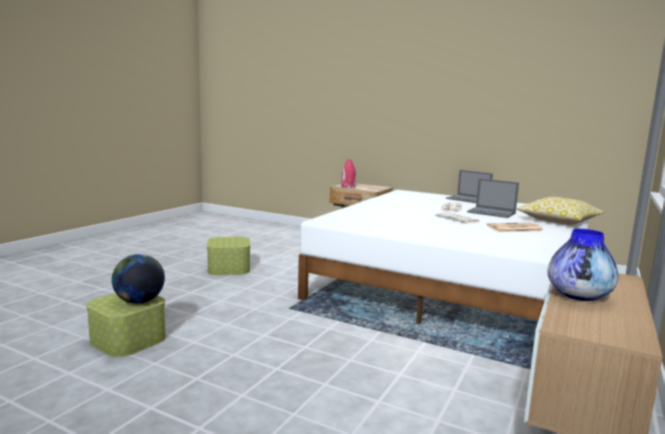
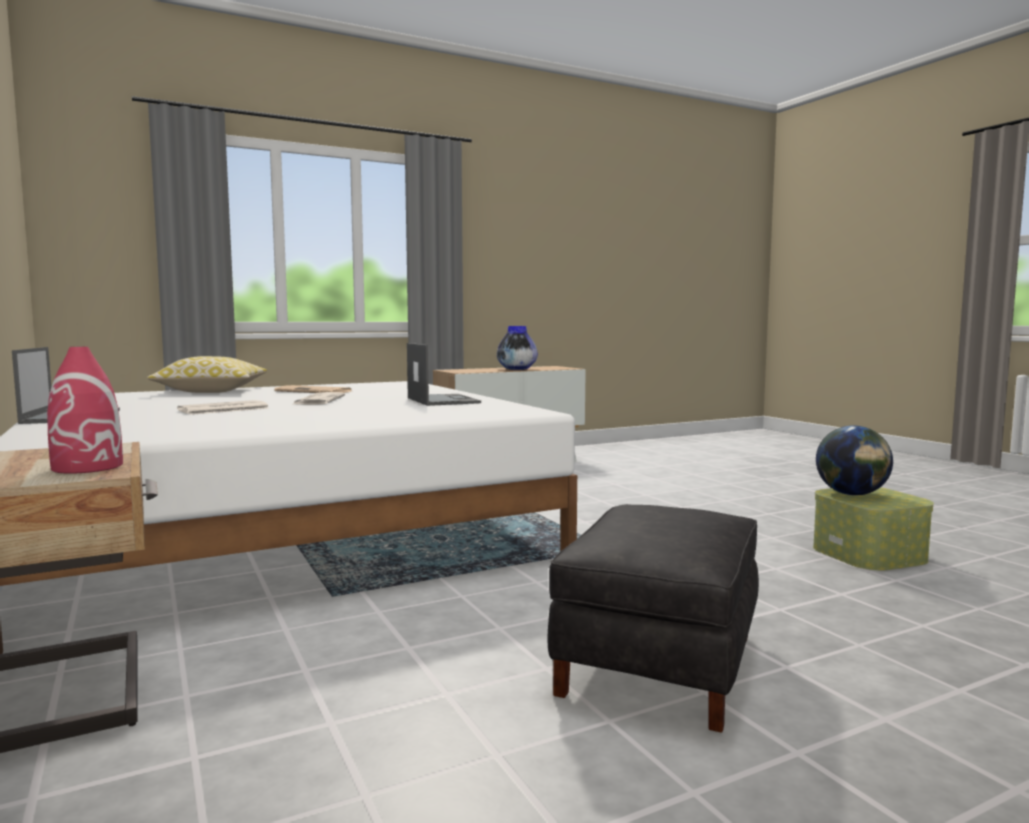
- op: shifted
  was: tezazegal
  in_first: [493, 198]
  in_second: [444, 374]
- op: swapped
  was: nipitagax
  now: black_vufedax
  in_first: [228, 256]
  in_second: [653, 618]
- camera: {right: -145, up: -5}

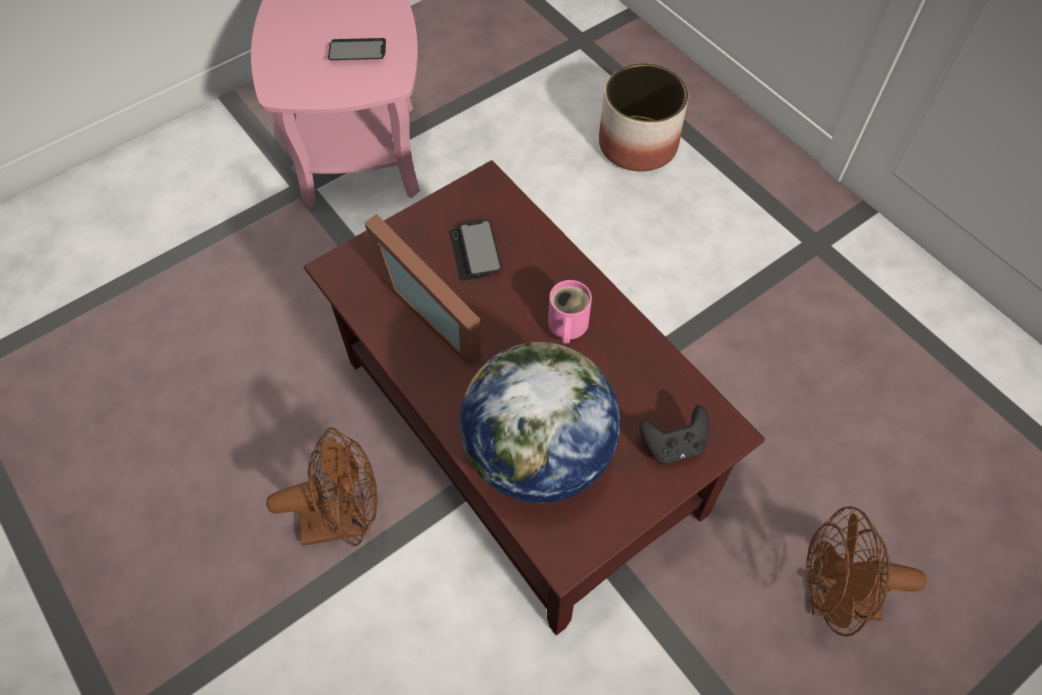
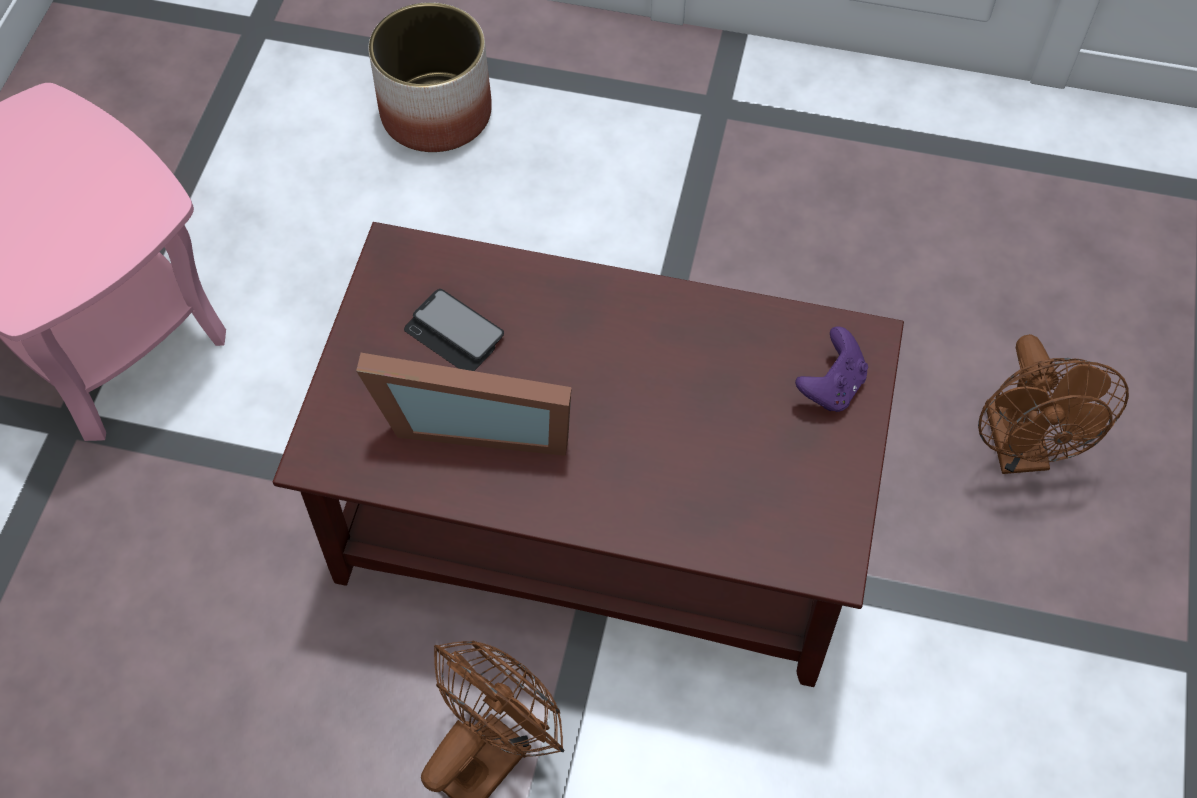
- op: gone
  was: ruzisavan
  in_first: [357, 49]
- op: gone
  was: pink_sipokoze
  in_first: [570, 312]
- op: gone
  was: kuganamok
  in_first: [540, 422]
- op: repainted
  was: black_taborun
  now: purple_taborun
  in_first: [674, 435]
  in_second: [831, 369]
- op: rotated
  was: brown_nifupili
  in_first: [866, 571]
  in_second: [1053, 404]
  clockwise: -60
- camera: {right: -40, up: 0}

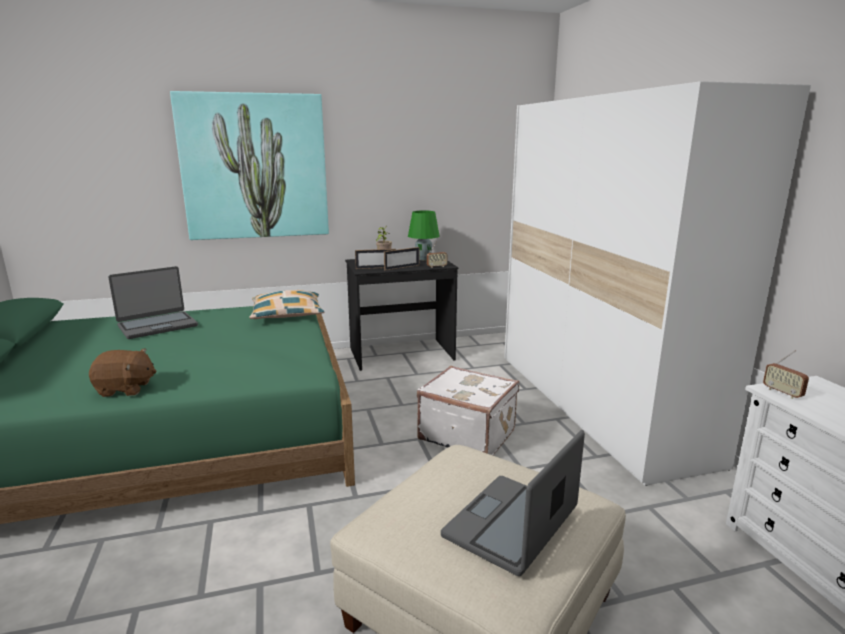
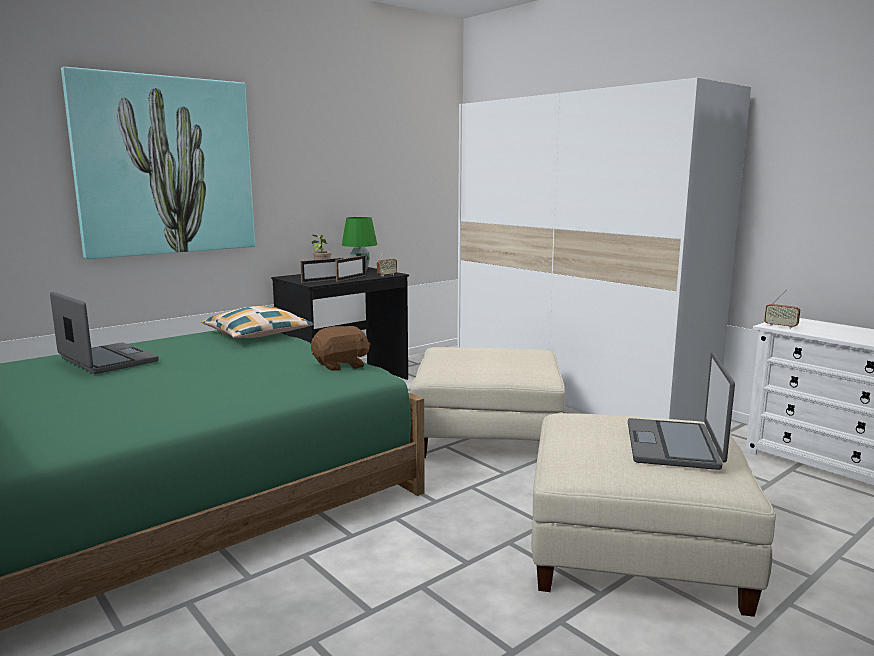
- op: rotated
  was: tezazegal
  in_first: [153, 302]
  in_second: [104, 333]
  clockwise: -75
- op: shifted
  was: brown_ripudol
  in_first: [122, 372]
  in_second: [341, 348]
- op: swapped
  was: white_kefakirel
  now: beige_vufedax
  in_first: [468, 410]
  in_second: [487, 402]
- camera: {right: -25, up: -5}

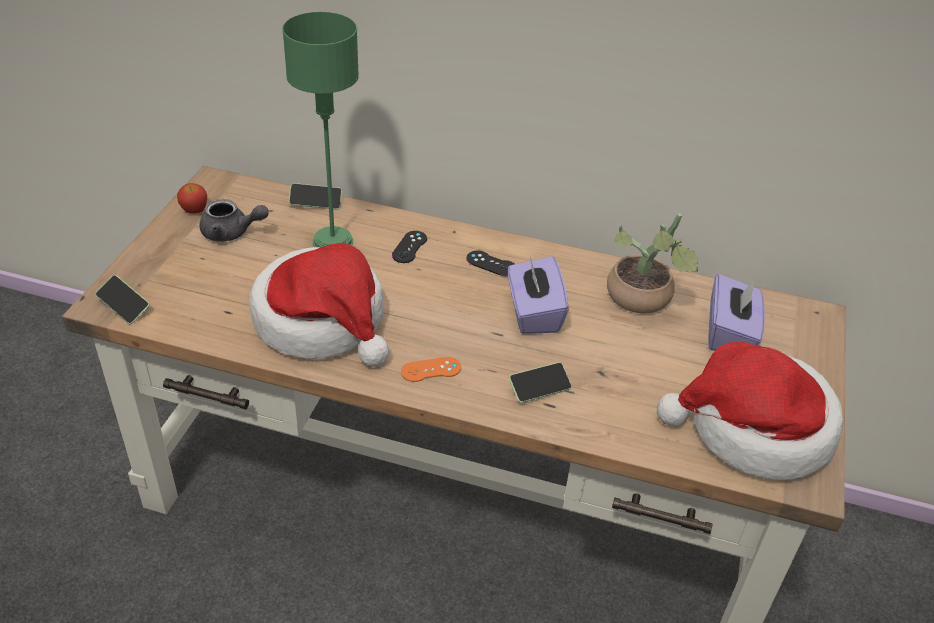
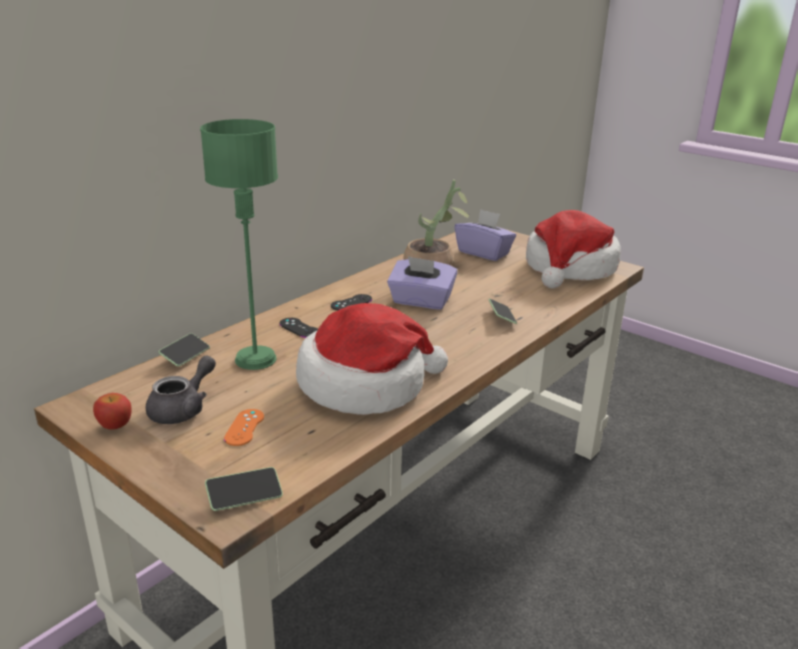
- op: shifted
  was: orange_taborun
  in_first: [431, 369]
  in_second: [244, 427]
- camera: {right: -65, up: -15}

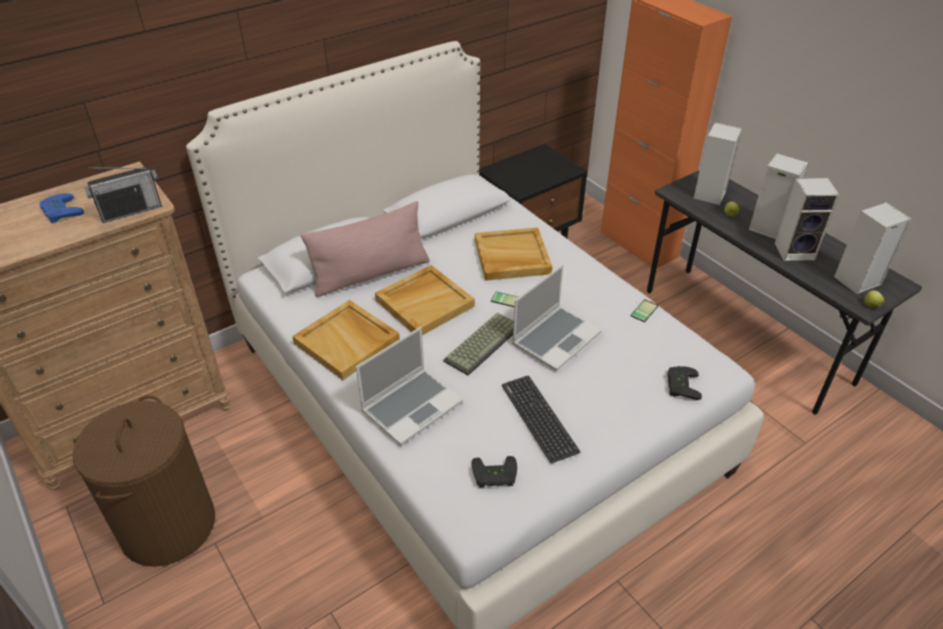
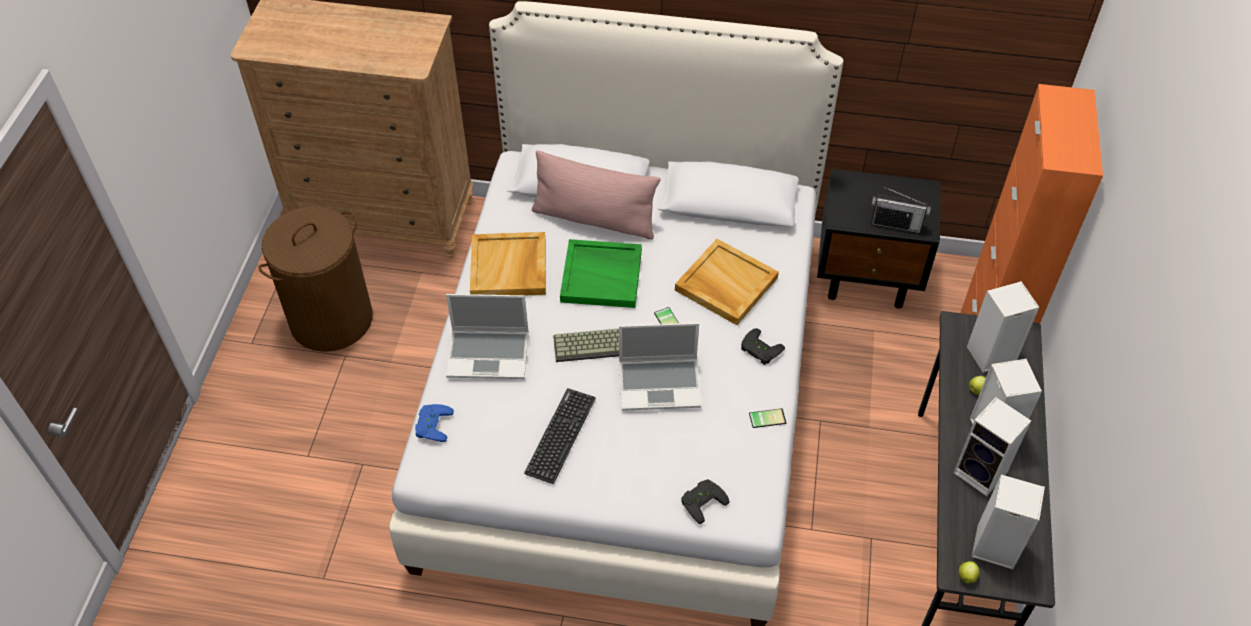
- op: shifted
  was: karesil
  in_first: [123, 194]
  in_second: [901, 210]
- op: shifted
  was: blue_taborun
  in_first: [62, 208]
  in_second: [434, 423]
- op: repainted
  was: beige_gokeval
  now: green_gokeval
  in_first: [425, 300]
  in_second: [601, 273]
- op: shifted
  was: black_taborun
  in_first: [494, 472]
  in_second: [763, 346]
- camera: {right: 45, up: 10}

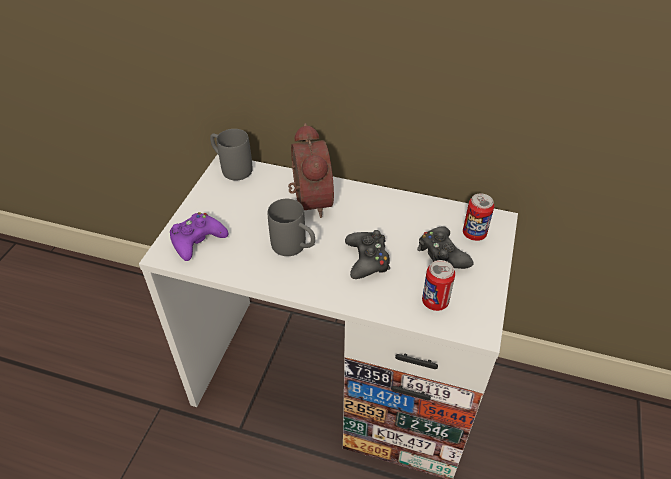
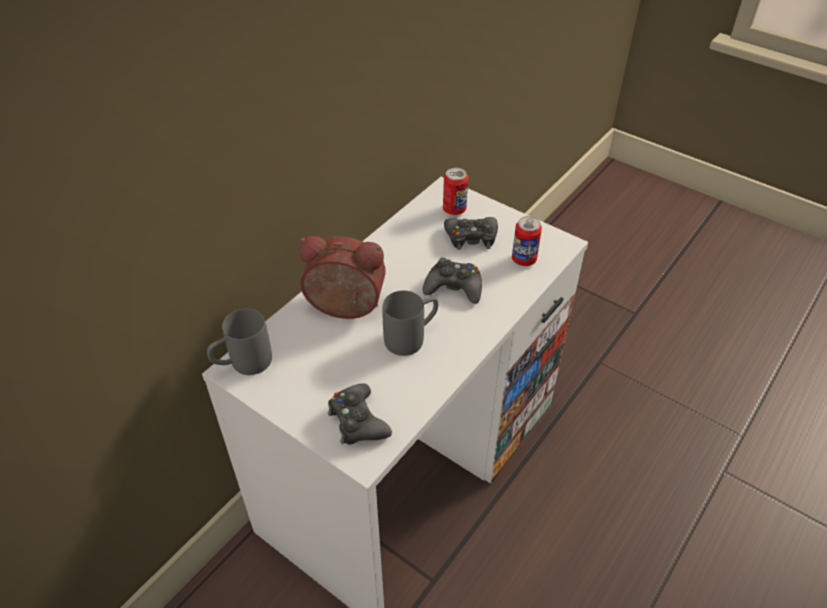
- op: repainted
  was: purple_taborun
  now: black_taborun
  in_first: [199, 236]
  in_second: [360, 414]
- camera: {right: -70, up: 0}

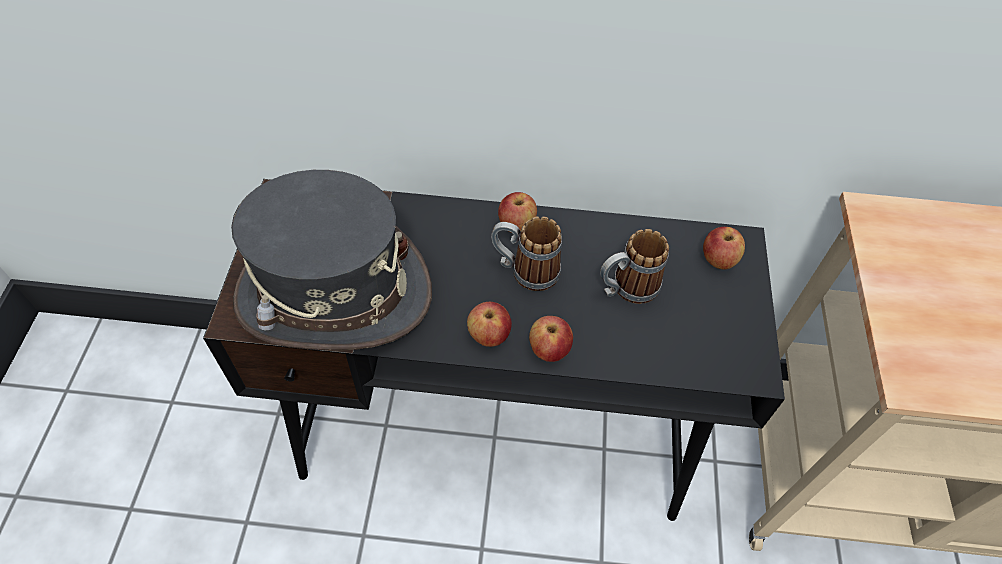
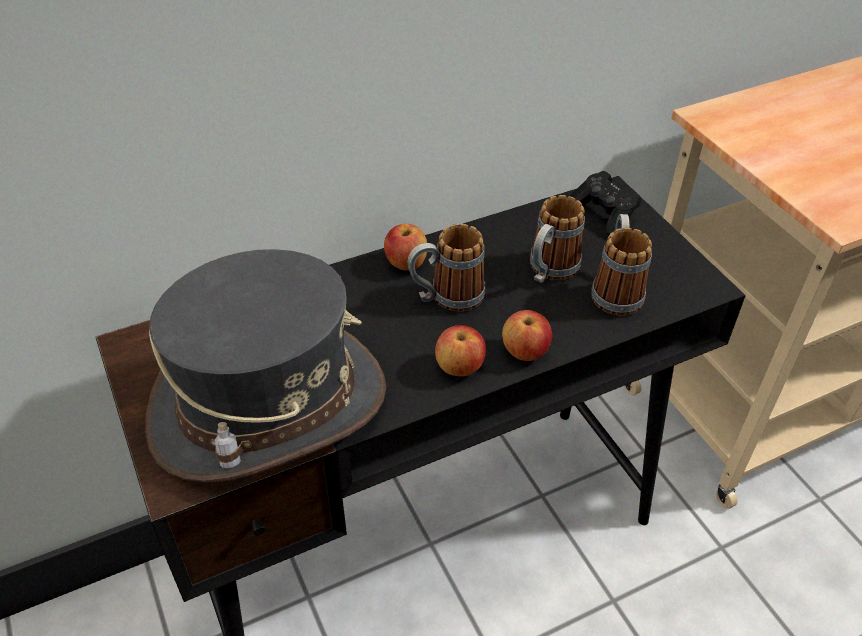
- op: swapped
  was: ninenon
  now: black_taborun
  in_first: [724, 248]
  in_second: [605, 203]
- op: new
  now: sipokoze
  in_second: [621, 264]
- camera: {right: -30, up: -10}

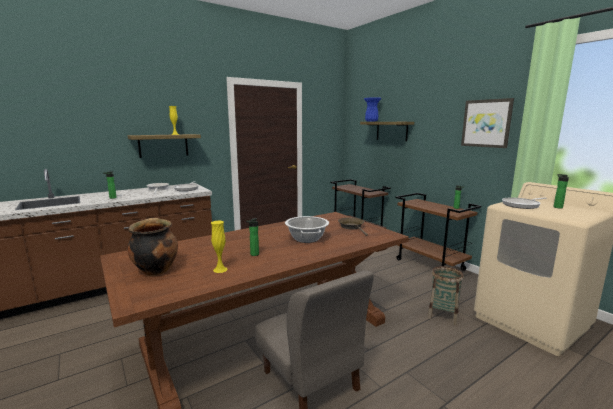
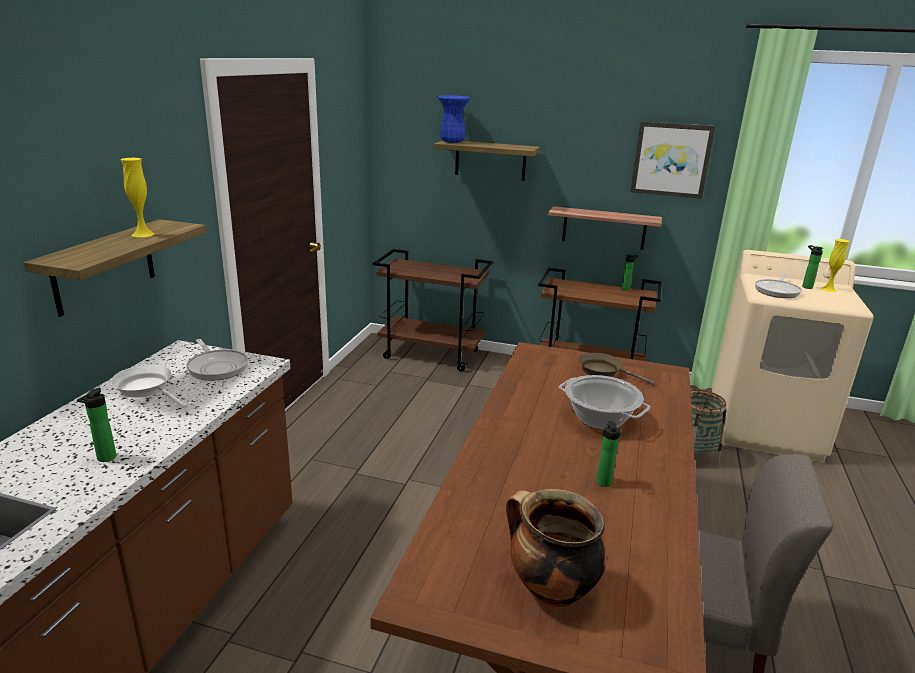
- op: shifted
  was: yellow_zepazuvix
  in_first: [219, 247]
  in_second: [835, 265]
- op: new
  now: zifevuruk
  in_second: [605, 228]
- camera: {right: -40, up: 10}

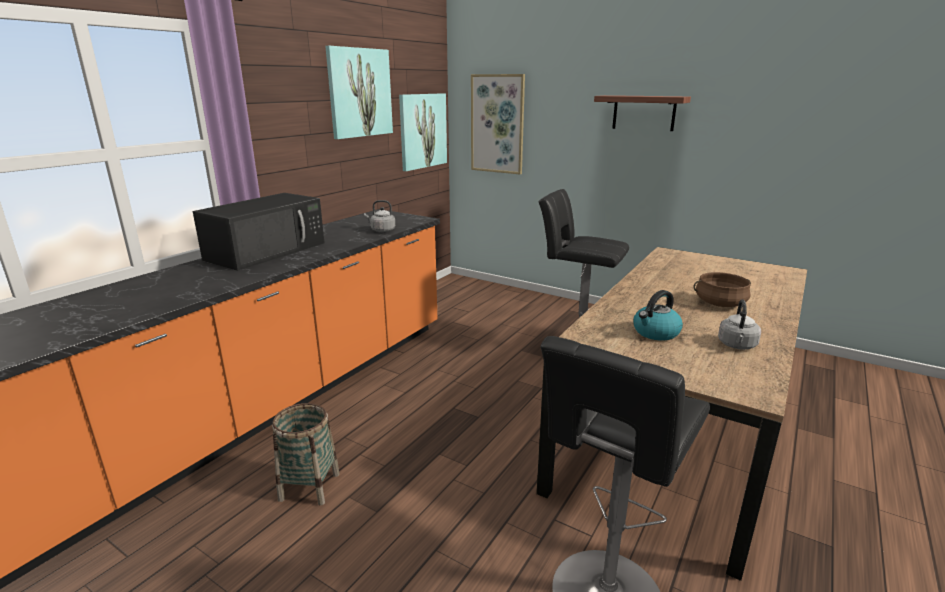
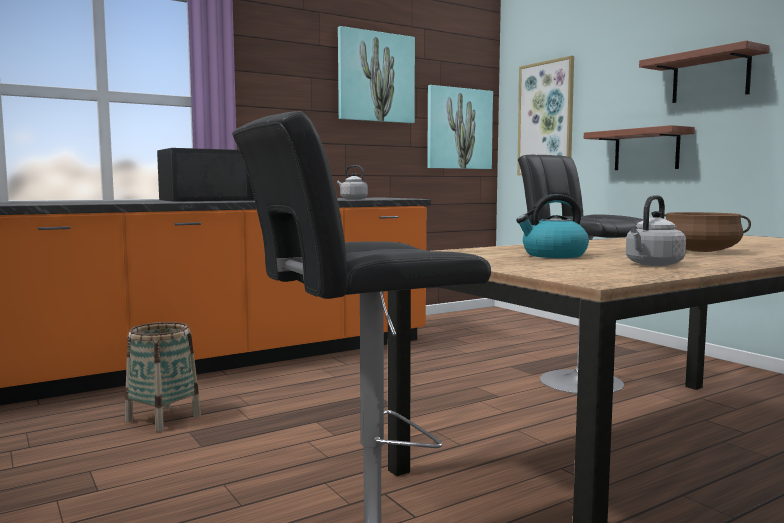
- op: new
  now: zifevuruk
  in_second: [639, 147]
- camera: {right: 25, up: -15}

